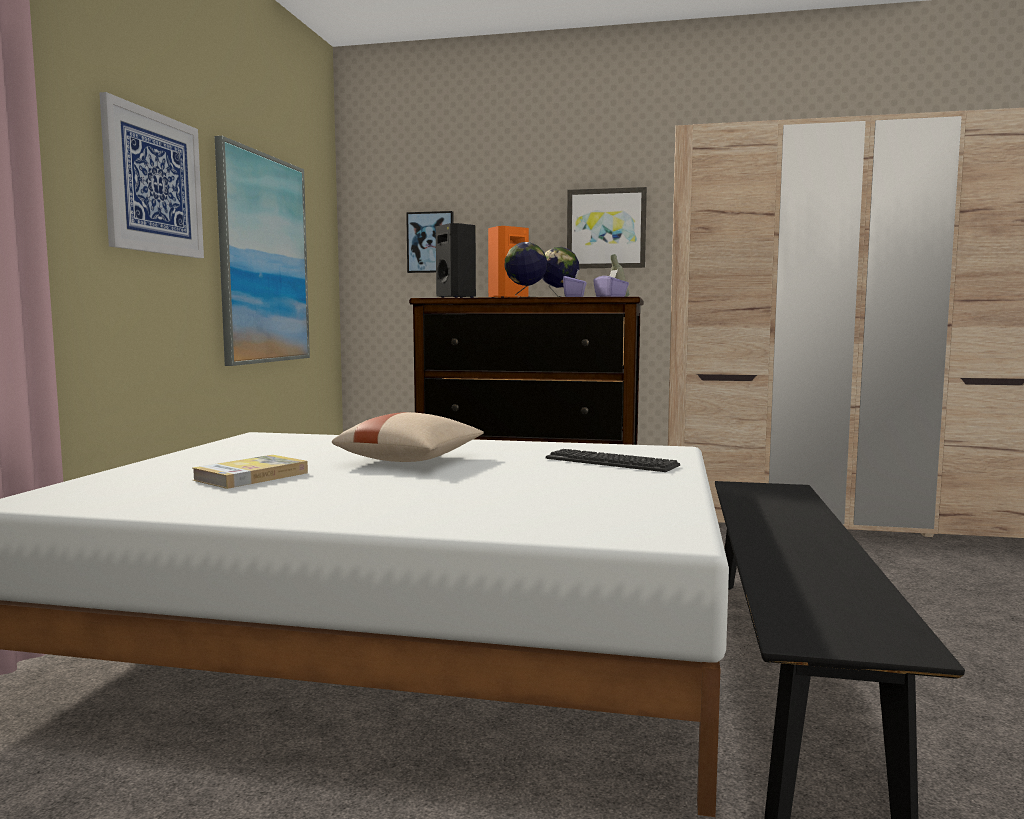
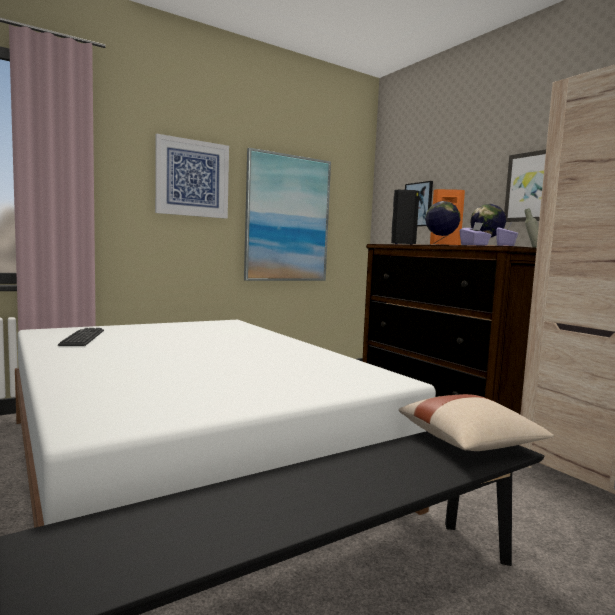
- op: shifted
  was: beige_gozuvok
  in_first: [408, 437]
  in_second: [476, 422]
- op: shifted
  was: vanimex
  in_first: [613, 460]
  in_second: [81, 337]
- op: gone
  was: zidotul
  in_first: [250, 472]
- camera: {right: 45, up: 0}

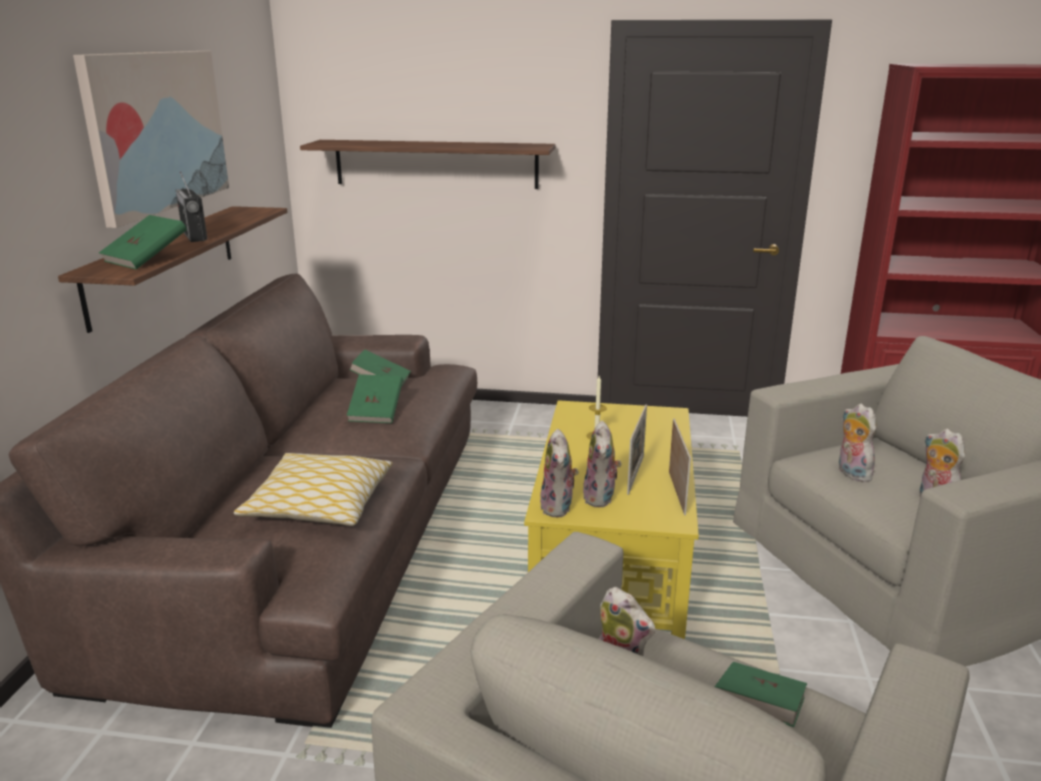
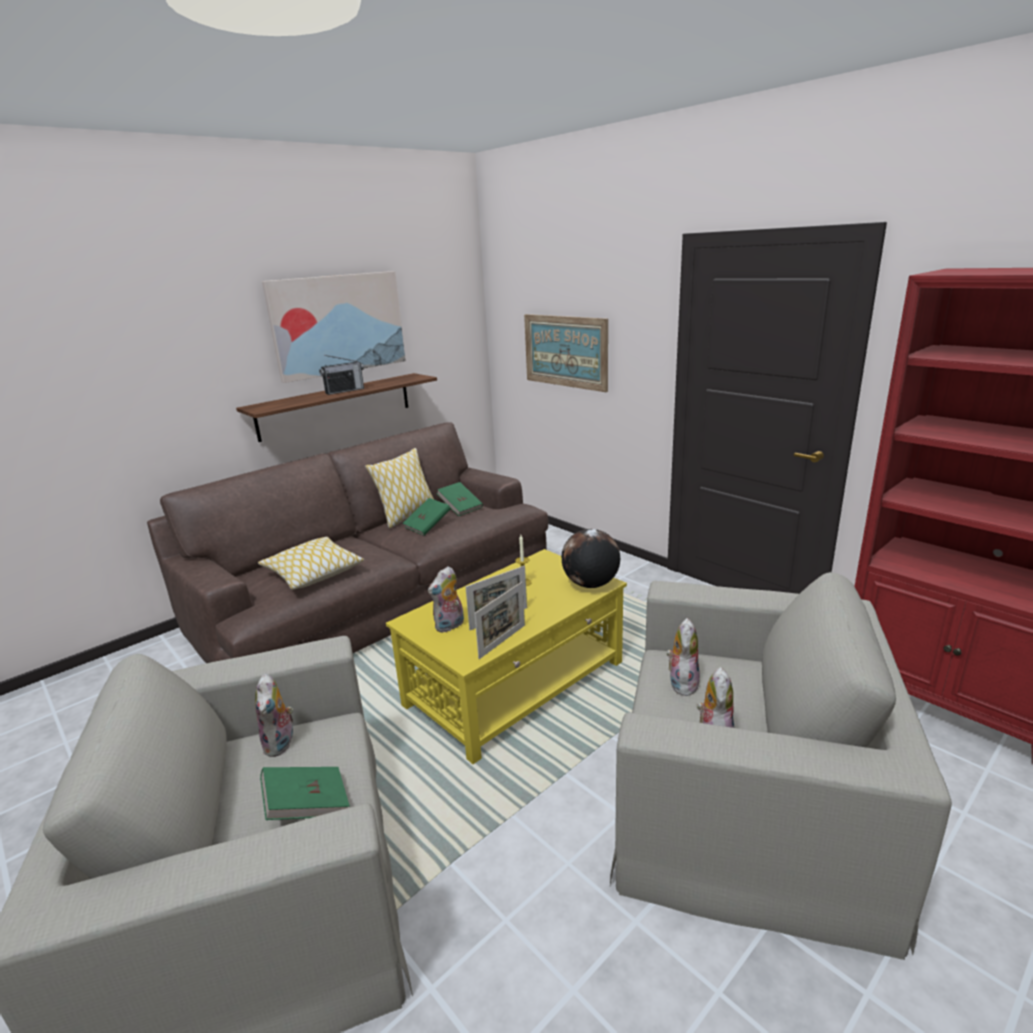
- op: swapped
  was: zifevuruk
  now: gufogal
  in_first: [428, 164]
  in_second: [566, 353]
- op: rotated
  was: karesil
  in_first: [191, 207]
  in_second: [341, 375]
  clockwise: -135
- op: gone
  was: green_zidotul
  in_first: [143, 242]
- op: gone
  was: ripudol
  in_first: [559, 473]
- op: new
  now: gozuvok
  in_second: [399, 488]
- op: new
  now: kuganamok
  in_second: [590, 558]
- camera: {right: 40, up: 0}

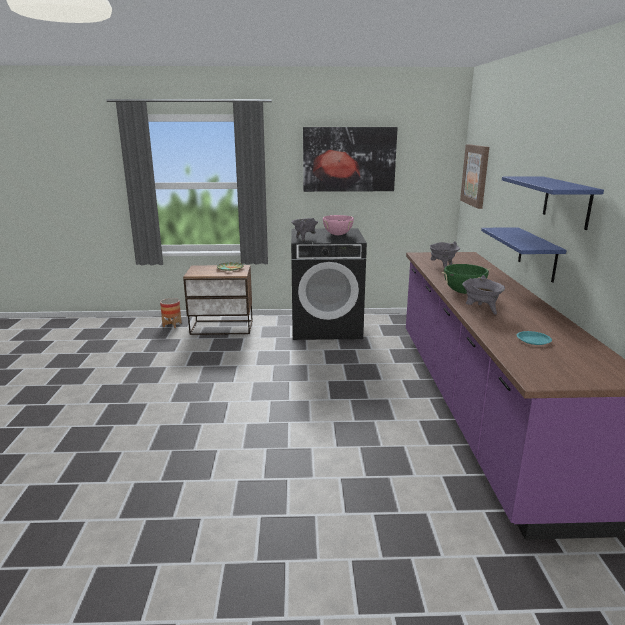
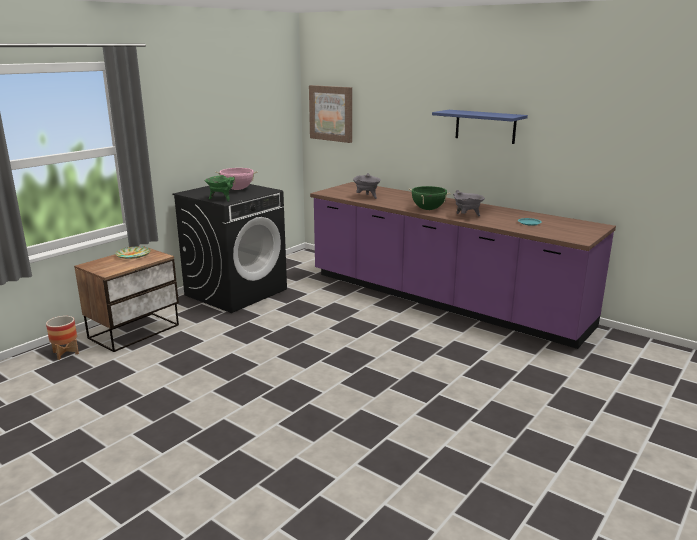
- op: gone
  was: gufogal
  in_first: [350, 159]
- op: repainted
  was: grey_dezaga
  now: green_dezaga
  in_first: [305, 229]
  in_second: [220, 188]
- op: gone
  was: blue_zifevuruk
  in_first: [524, 255]
- camera: {right: -50, up: 0}

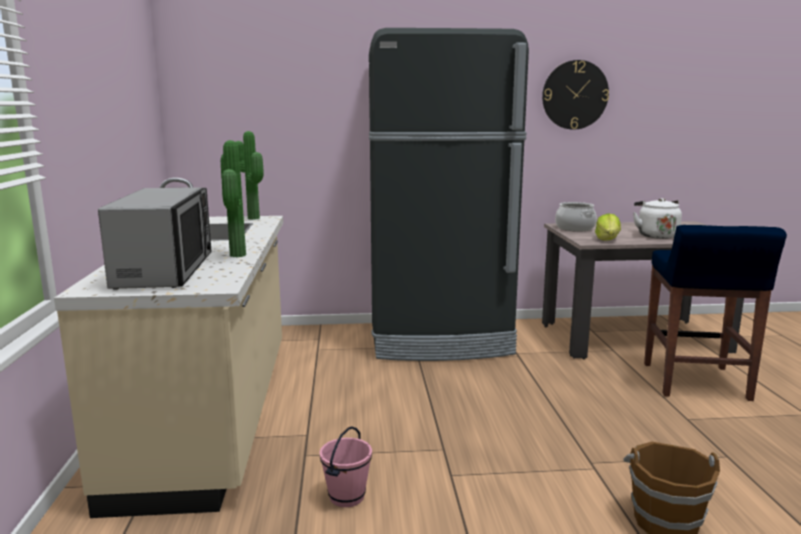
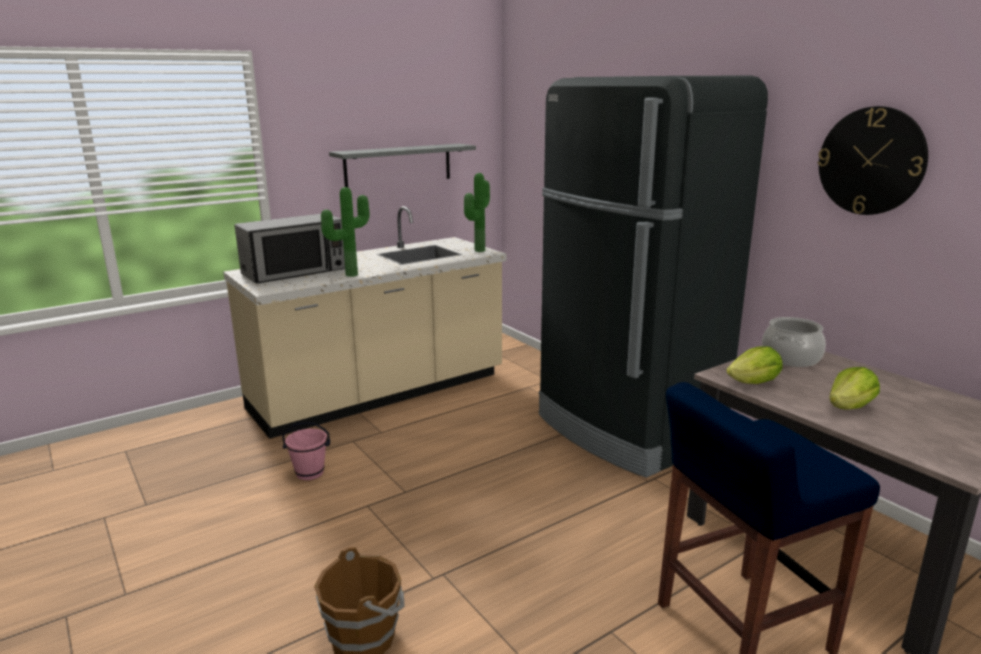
- op: swapped
  was: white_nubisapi
  now: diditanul
  in_first: [657, 218]
  in_second: [854, 388]
- op: new
  now: grey_zifevuruk
  in_second: [402, 165]
- camera: {right: 60, up: 5}

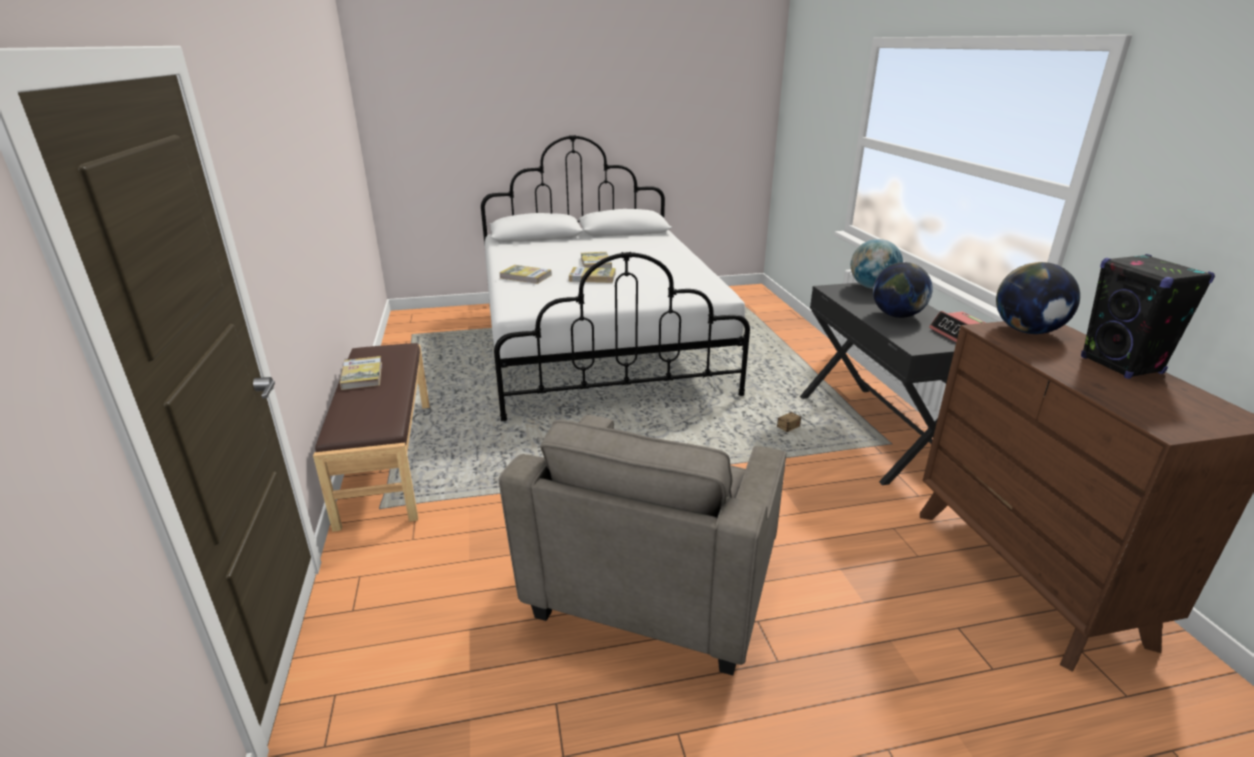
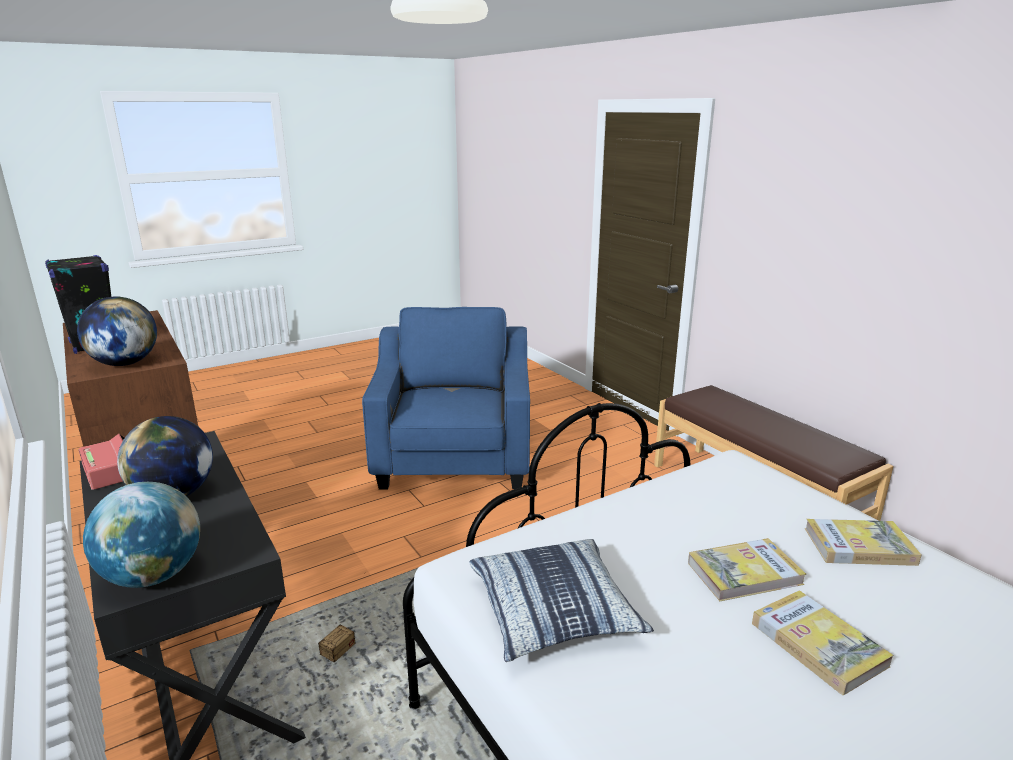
- op: gone
  was: zidotul
  in_first: [361, 373]
- op: repainted
  was: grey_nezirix
  now: blue_nezirix
  in_first: [643, 545]
  in_second: [446, 398]
- op: new
  now: gozuvok
  in_second: [561, 600]
- camera: {right: 160, up: -5}

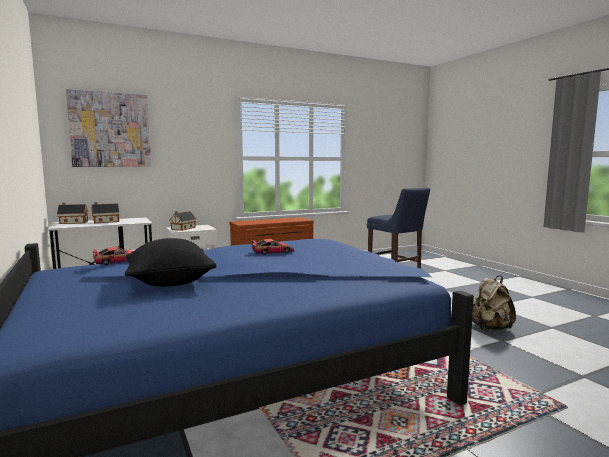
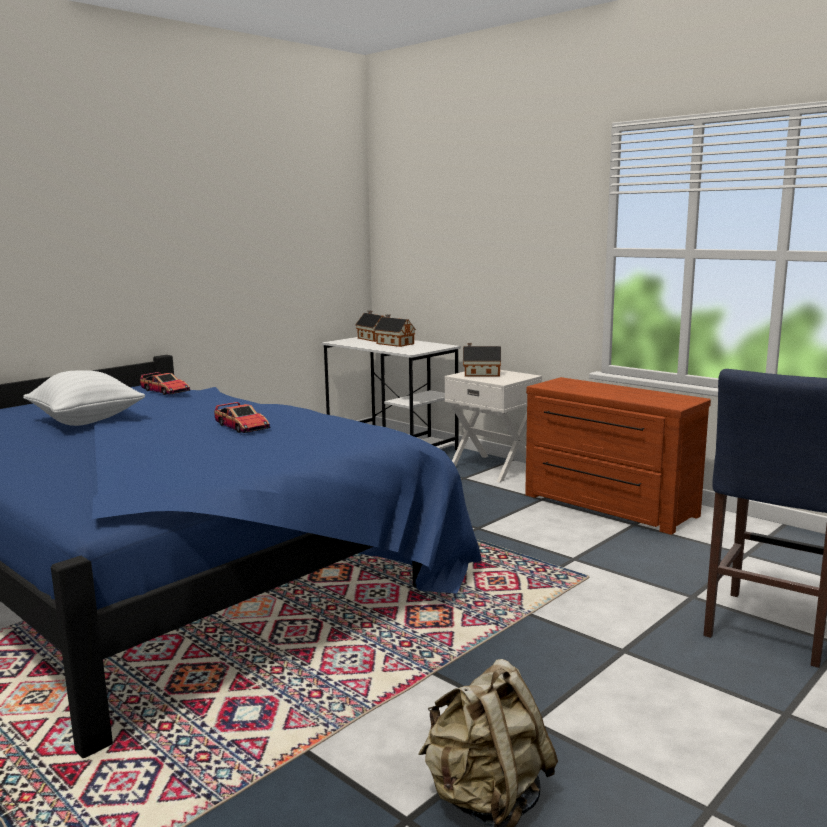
- op: gone
  was: gufogal
  in_first: [108, 128]
- op: repainted
  was: black_gozuvok
  now: white_gozuvok
  in_first: [171, 262]
  in_second: [84, 398]
- camera: {right: 70, up: 5}

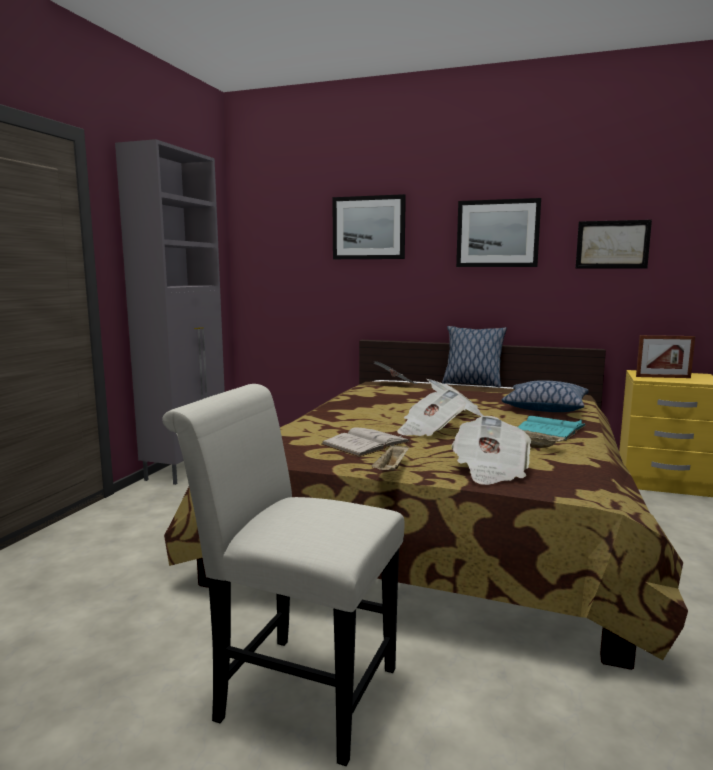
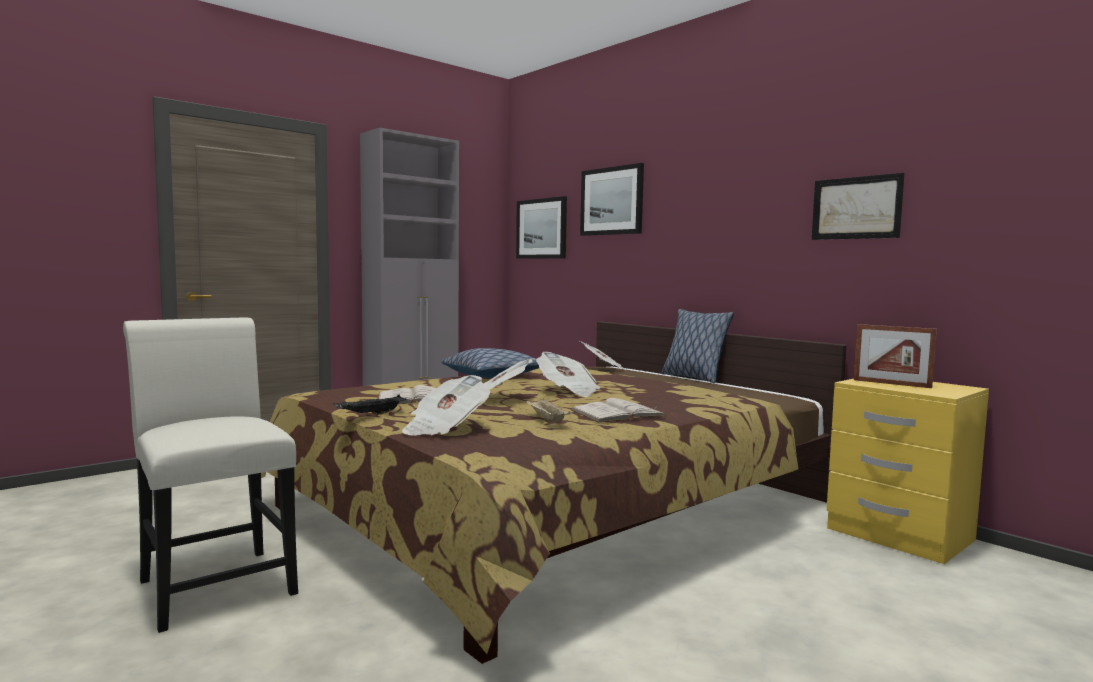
- op: shifted
  was: gufogal
  in_first: [498, 232]
  in_second: [541, 227]
- op: shifted
  was: gozuvok
  in_first: [545, 396]
  in_second: [490, 363]
- op: repainted
  was: turquoise_zidotul
  now: white_zidotul
  in_first: [552, 428]
  in_second: [619, 410]
- op: repainted
  was: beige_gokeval
  now: black_gokeval
  in_first: [390, 456]
  in_second: [370, 405]
- camera: {right: 30, up: -5}

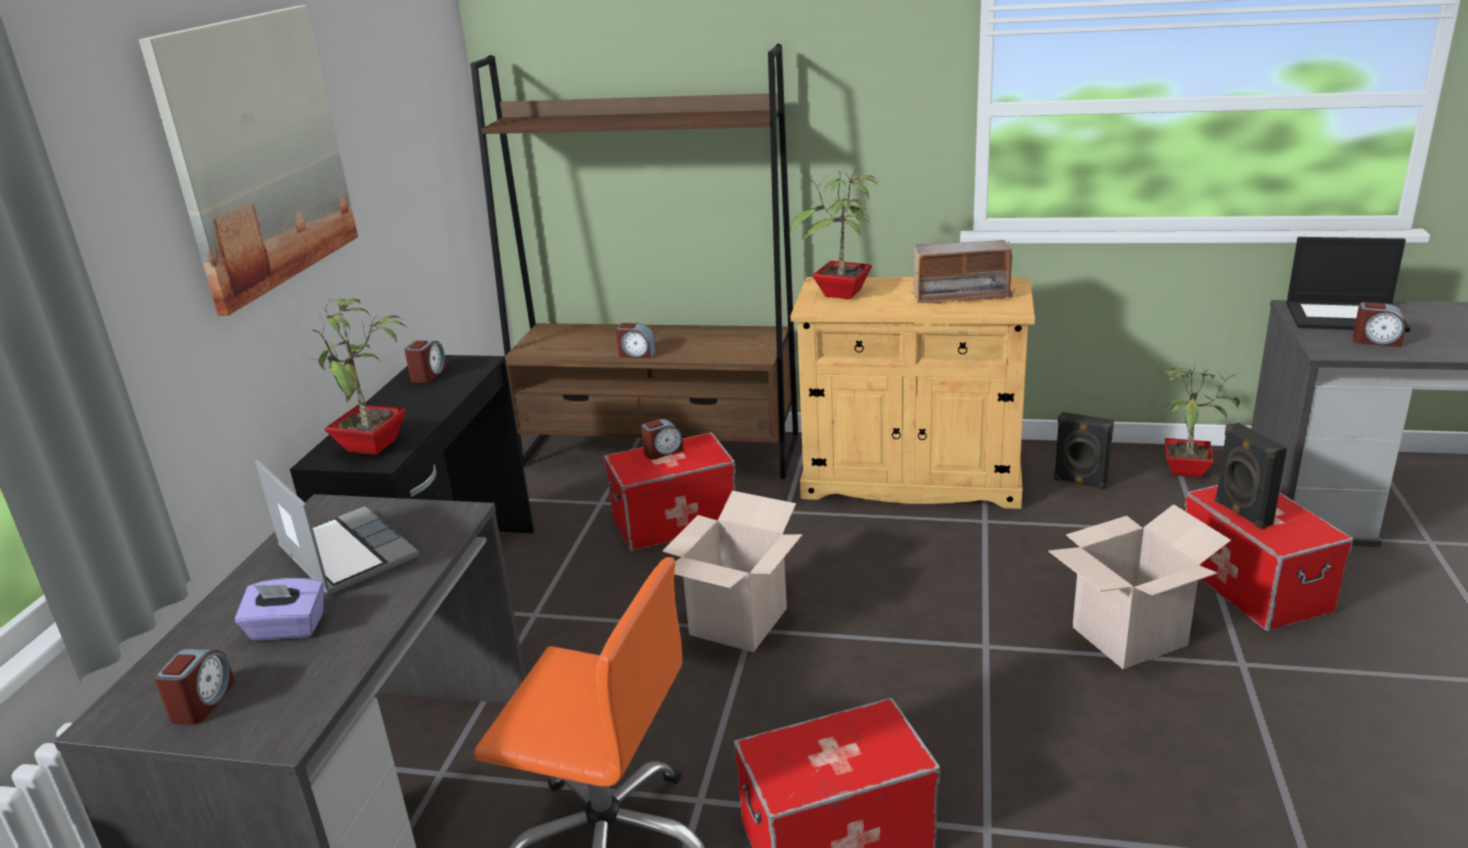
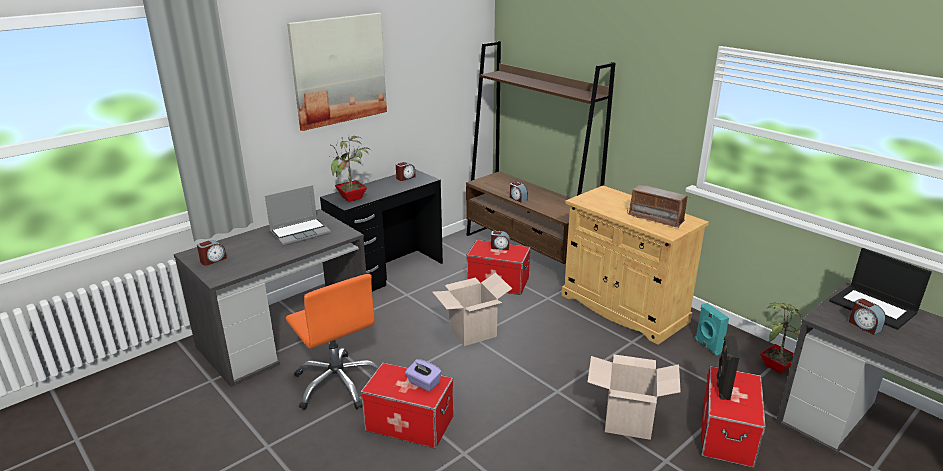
- op: gone
  was: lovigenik
  in_first: [833, 234]
- op: repainted
  was: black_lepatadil
  now: turquoise_lepatadil
  in_first: [1084, 450]
  in_second: [712, 329]
- op: rotated
  was: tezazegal
  in_first: [337, 527]
  in_second: [298, 215]
  clockwise: 60
- op: shifted
  was: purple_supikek
  in_first: [279, 609]
  in_second: [423, 375]
- camera: {right: 35, up: 0}

